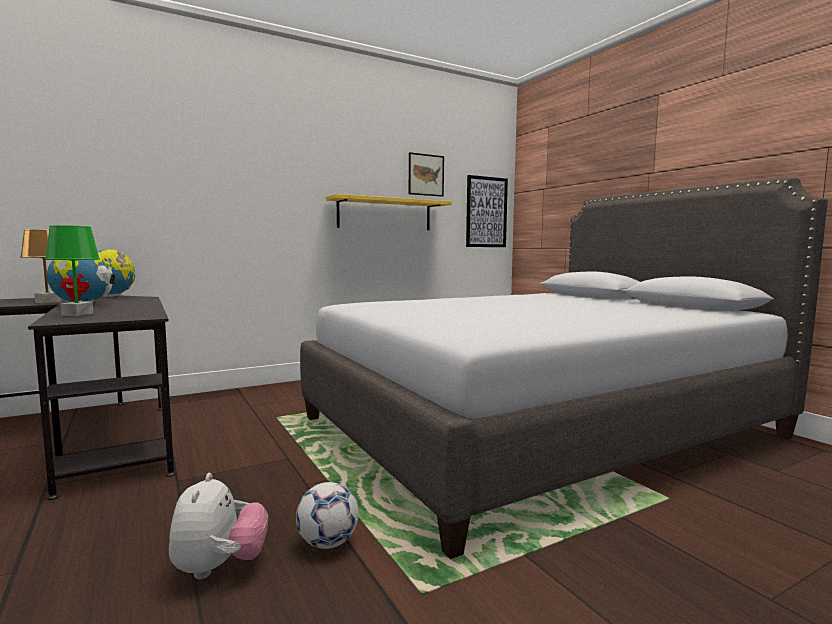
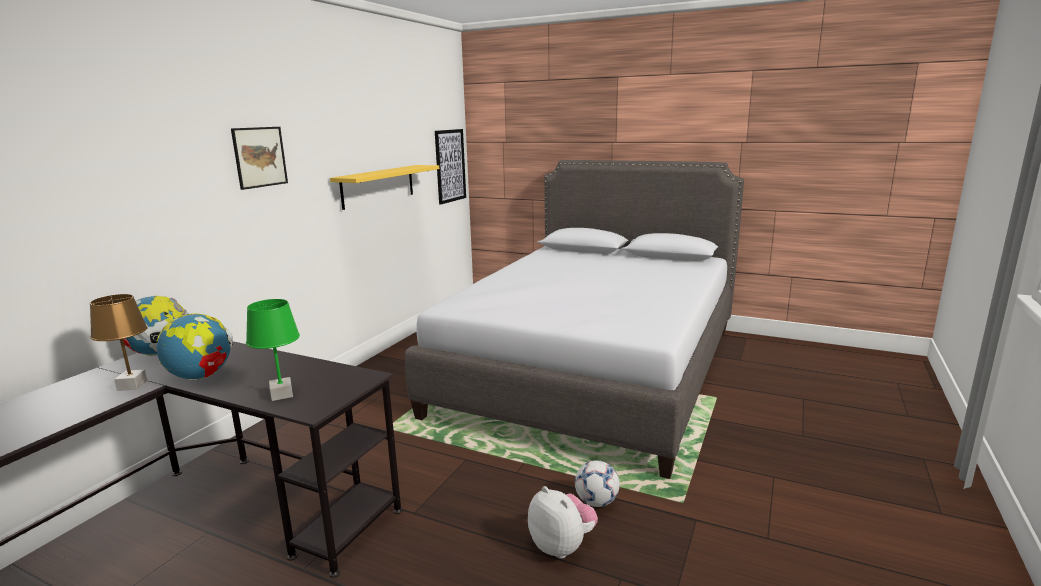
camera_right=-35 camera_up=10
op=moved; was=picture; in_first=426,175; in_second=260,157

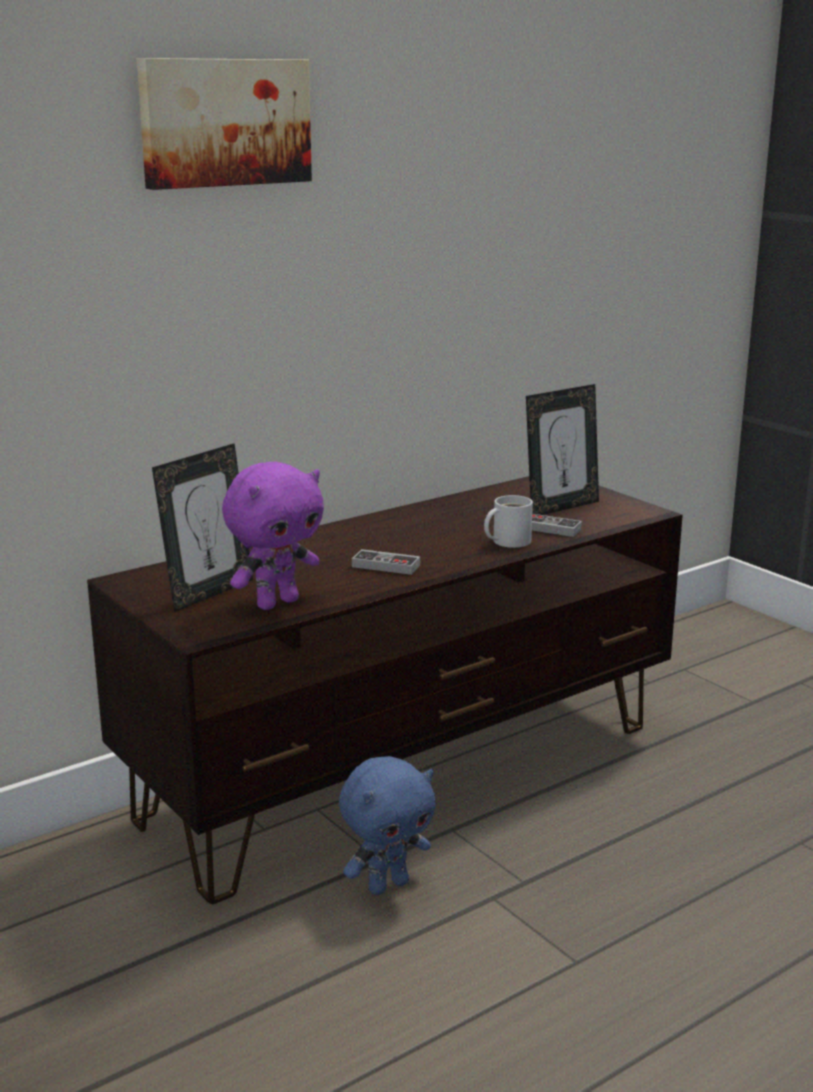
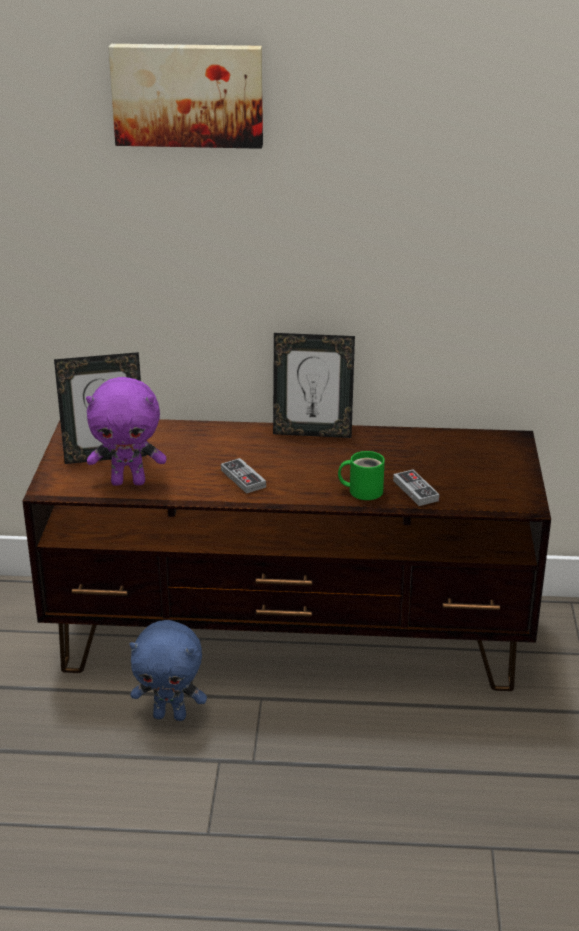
camera_right=40 camera_up=10
op=moved; was=picture frame; in_first=560,507; in_second=312,432
op=recoloured; was=white mug; now=green mug; in_first=507,541; in_second=362,490

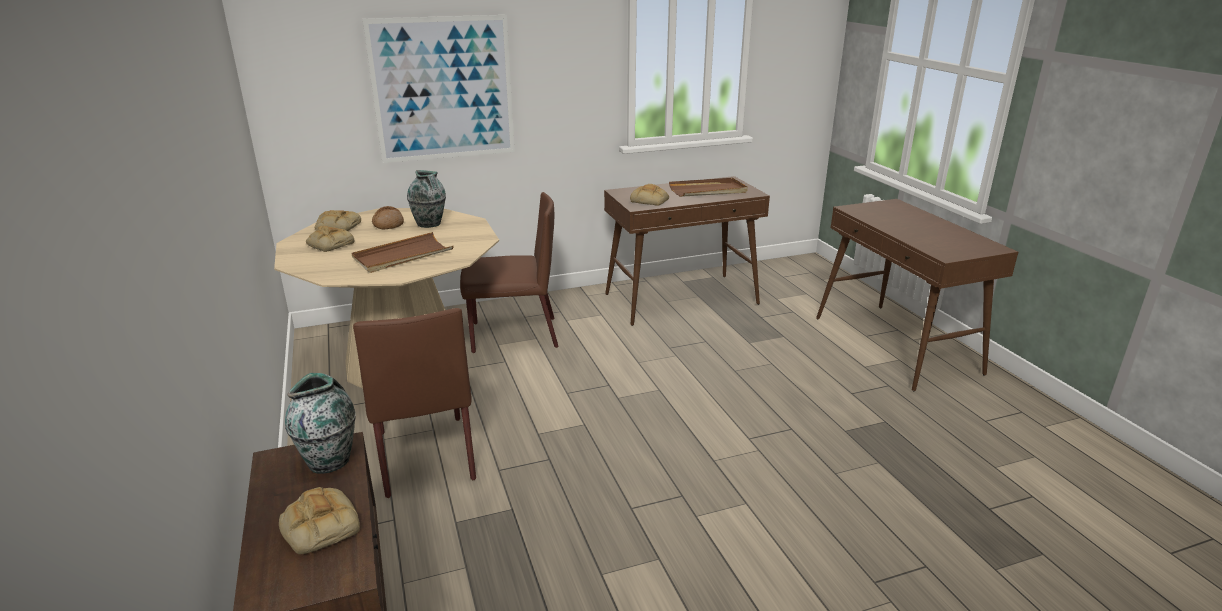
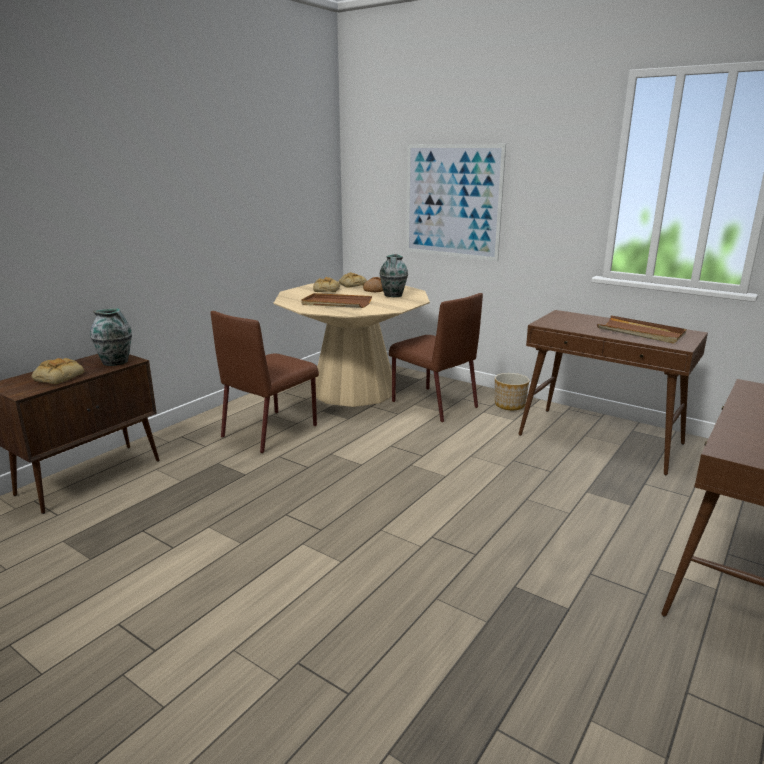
camera_right=55 camera_up=-5
op=removed; was=bread; in_first=650,200
op=added; now=planter; in_second=510,405

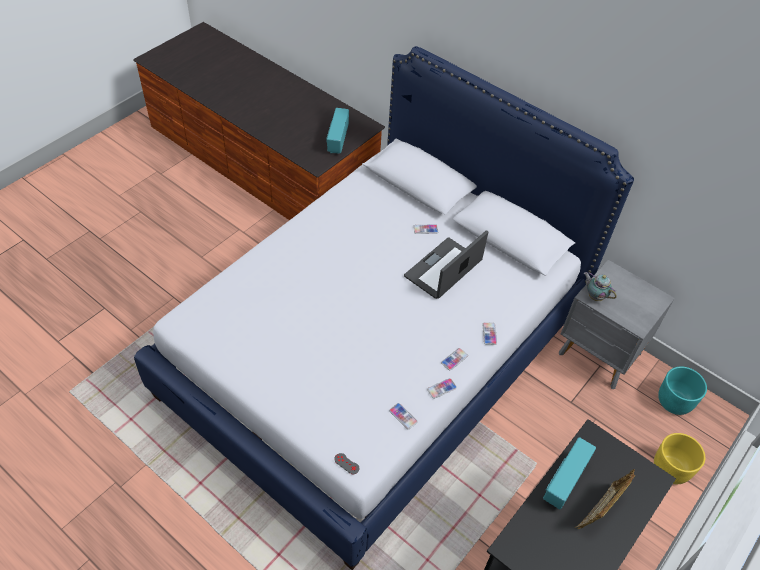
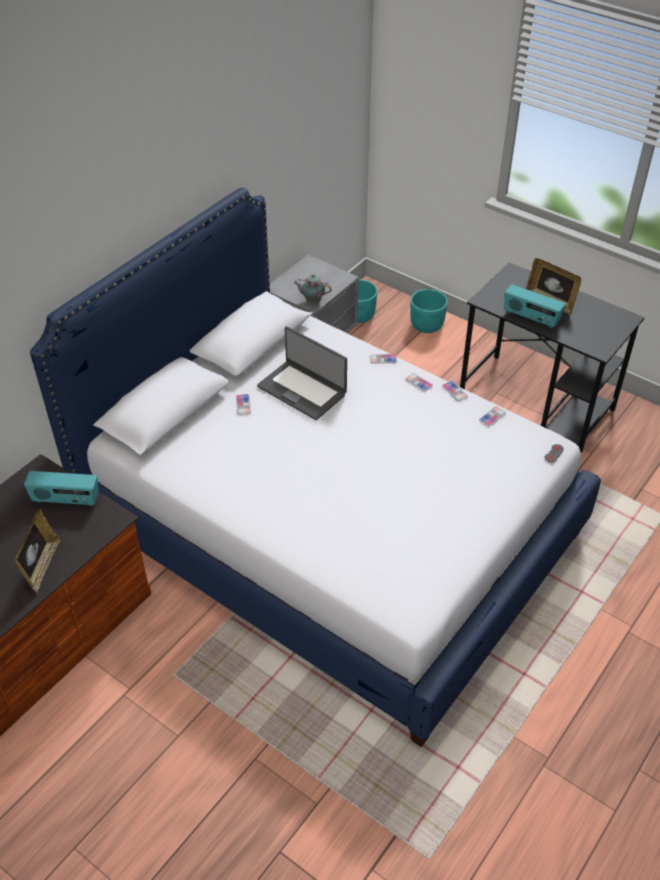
camera_right=-90 camera_up=-5
op=turned; was=teapot; in_first=594,296; in_second=312,300; clockwise=60
op=recoloured; was=yellow planter; now=turquoise planter; in_first=670,469; in_second=427,325
op=added; now=picture frame; in_second=41,566

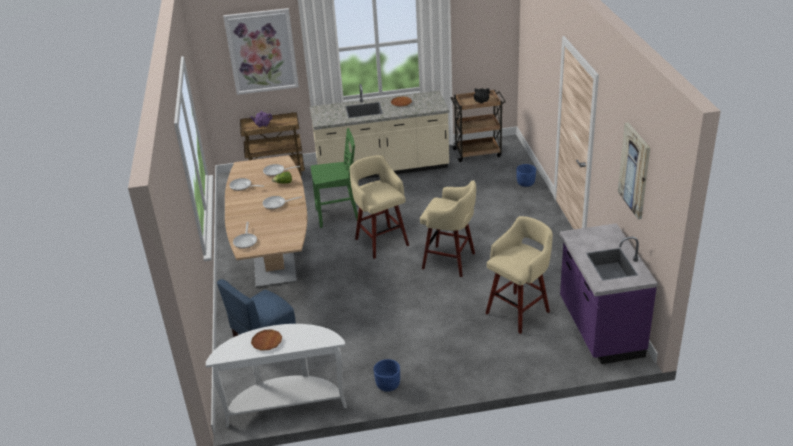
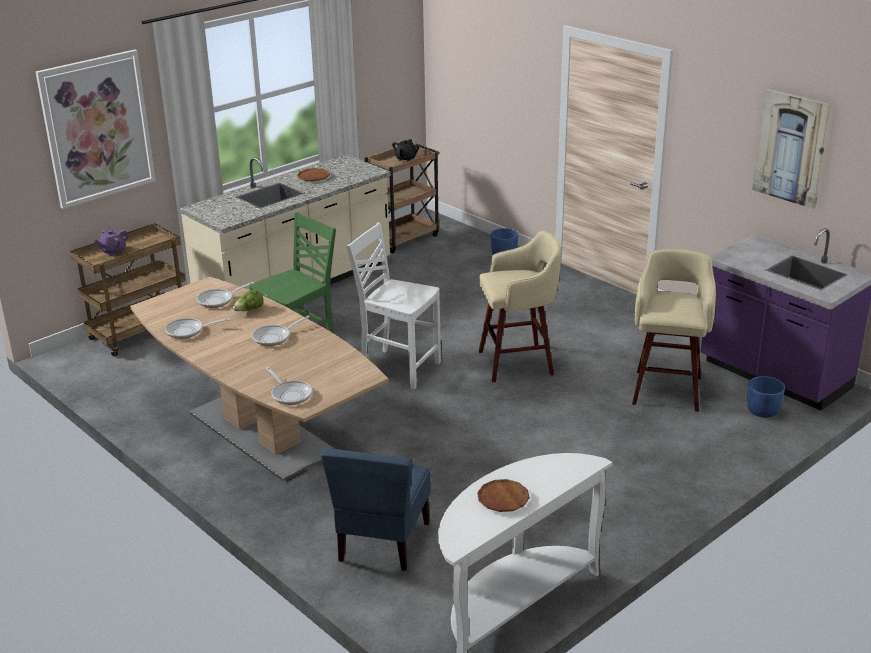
camera_right=-35 camera_up=-5
op=replaced; was=beige stool; now=white chair; in_first=381,241; in_second=398,368
op=moved; was=blue planter; in_first=388,385; in_second=763,411

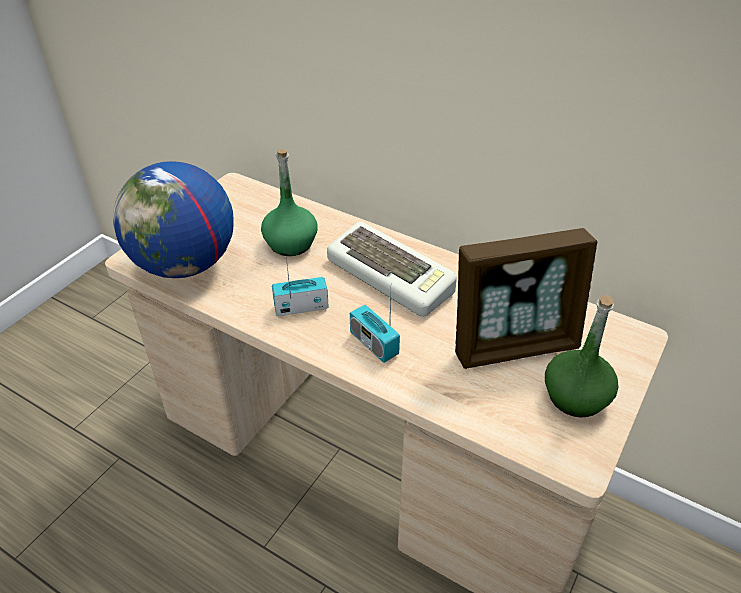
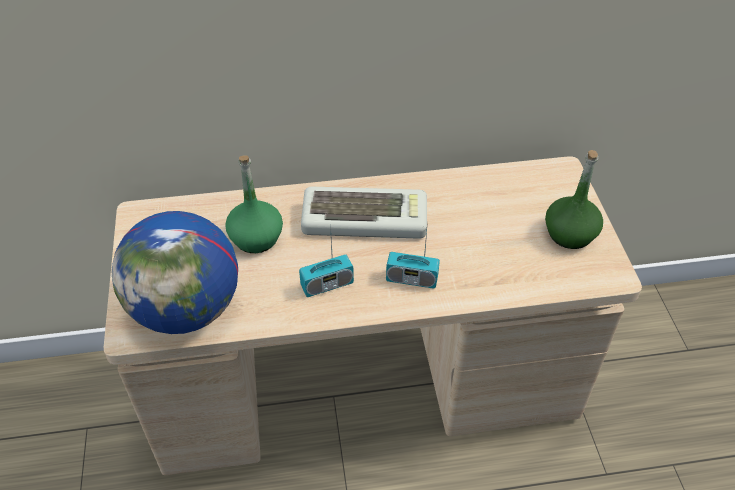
camera_right=-40 camera_up=5
op=removed; was=picture frame; in_first=514,345
op=turned; was=radio; in_first=301,307; in_second=327,285; clockwise=-150

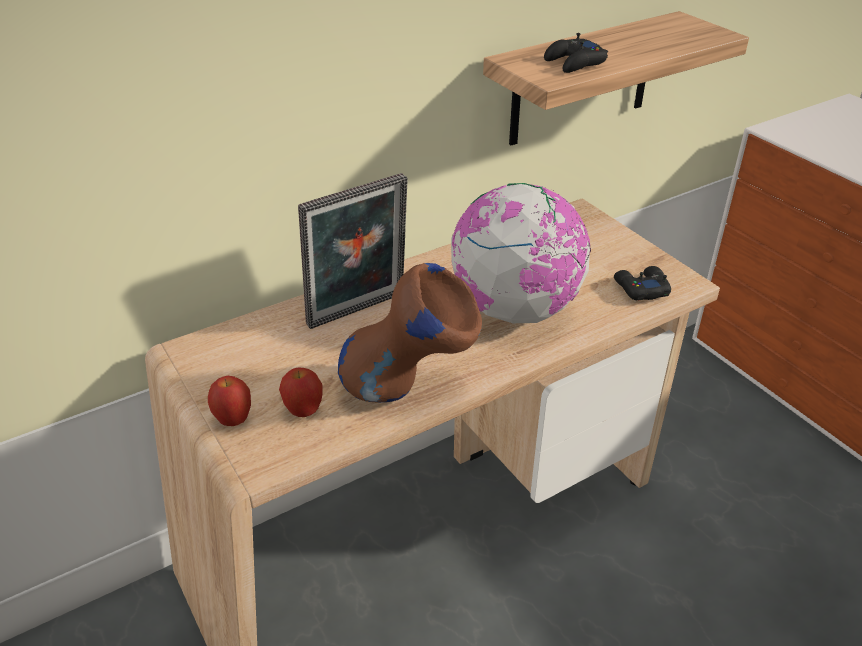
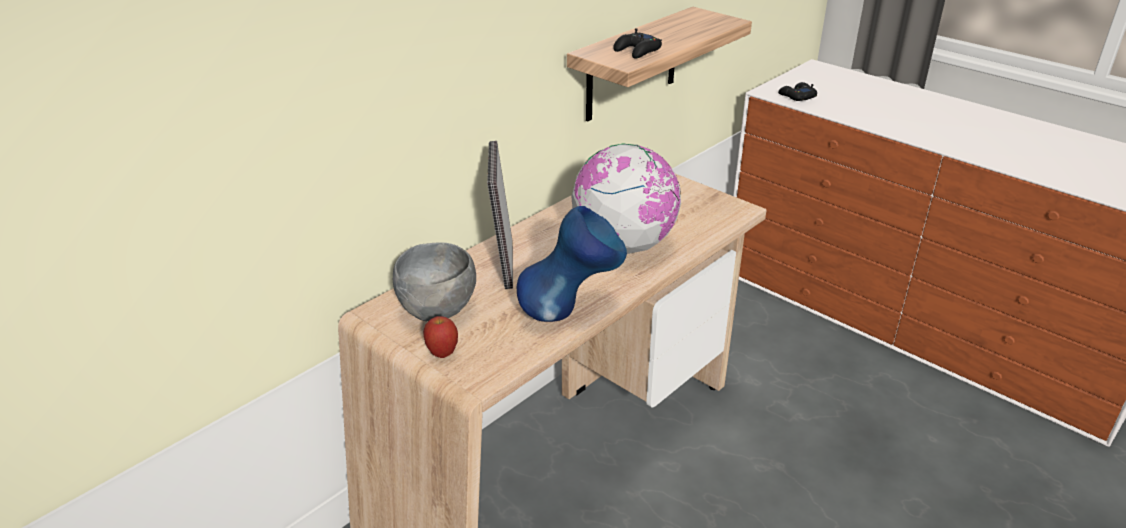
camera_right=-15 camera_up=-5
op=turned; was=picture frame; in_first=359,312; in_second=503,264; clockwise=135
op=recoloured; was=brown vase; now=blue vase; in_first=411,392; in_second=571,313
op=moved; was=black game controller; in_first=640,288; in_second=796,96
op=removed; was=apple; in_first=303,411
op=added; now=grey bowl; in_second=438,310

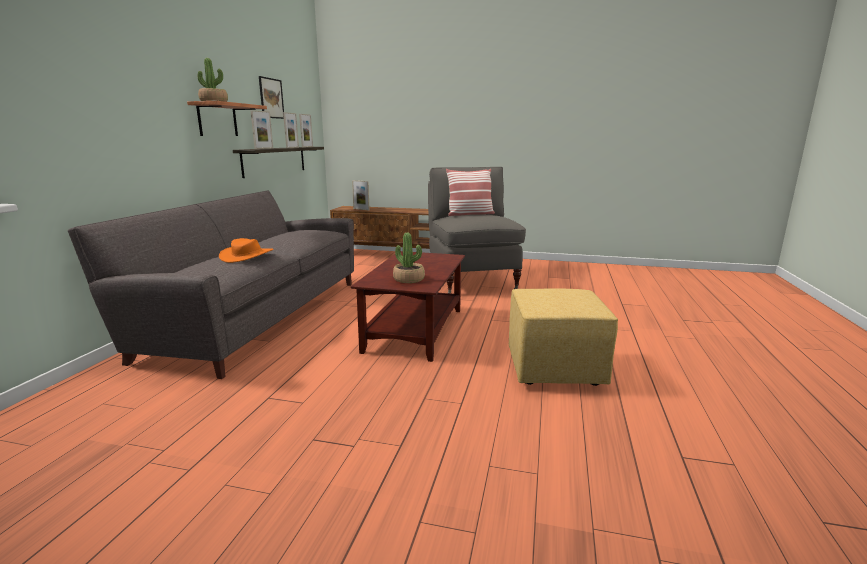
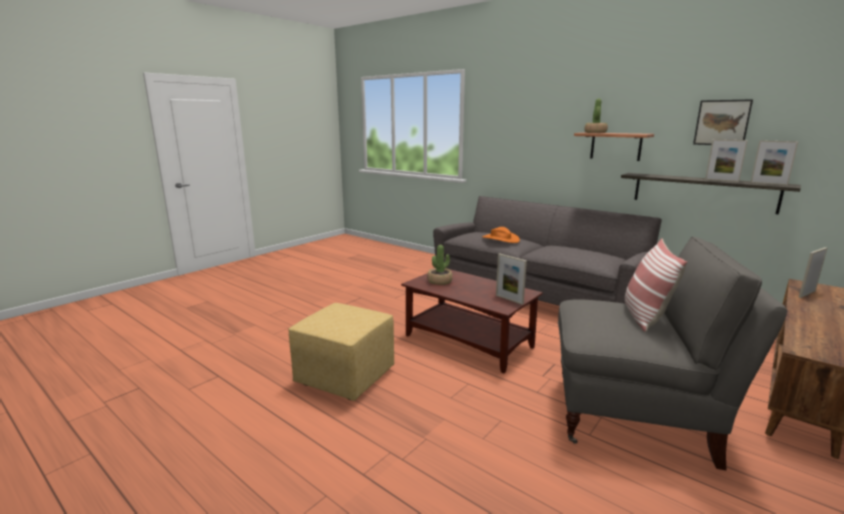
camera_right=115 camera_up=0
op=moved; was=picture frame; in_first=264,148; in_second=509,299

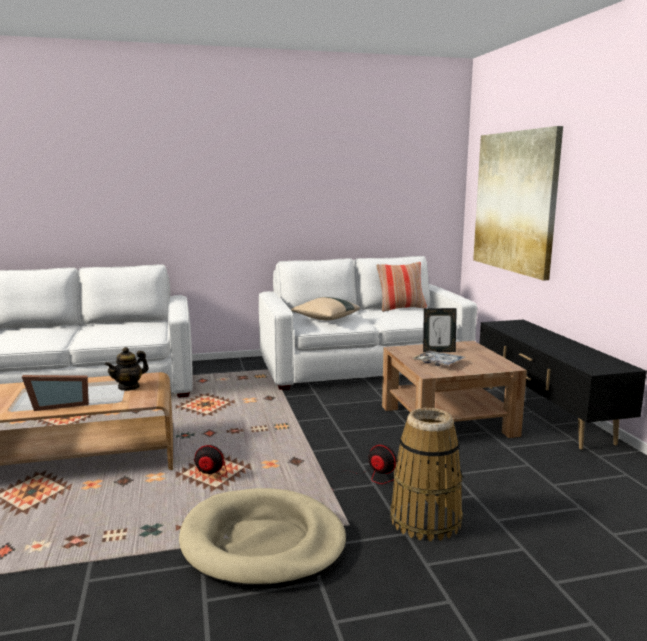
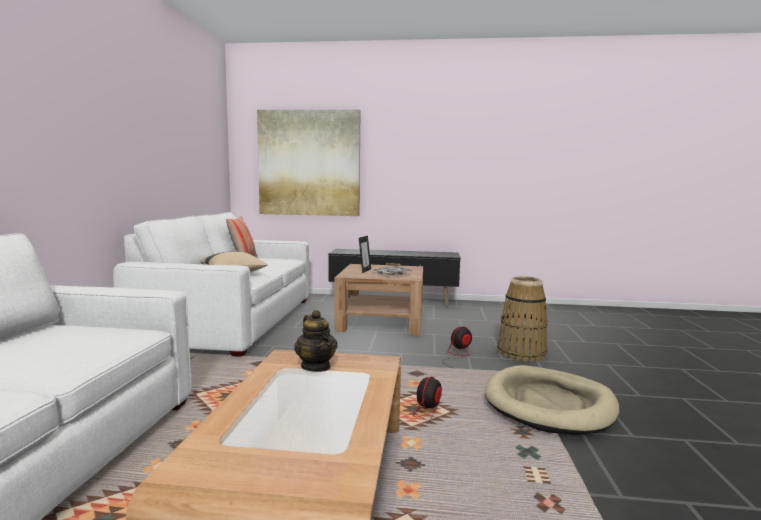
camera_right=-70 camera_up=-5
op=removed; was=picture frame; in_first=59,405

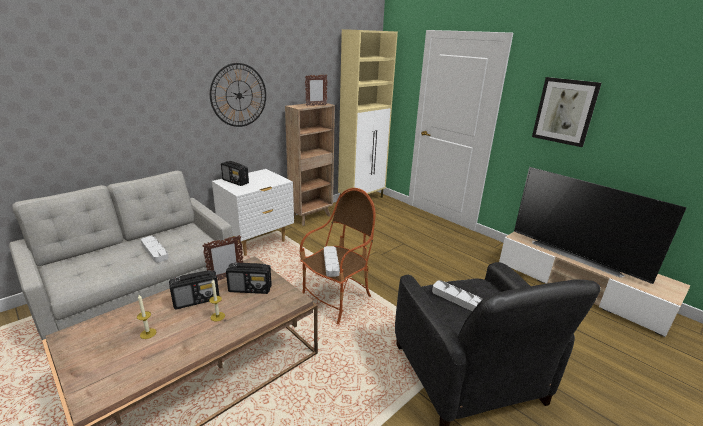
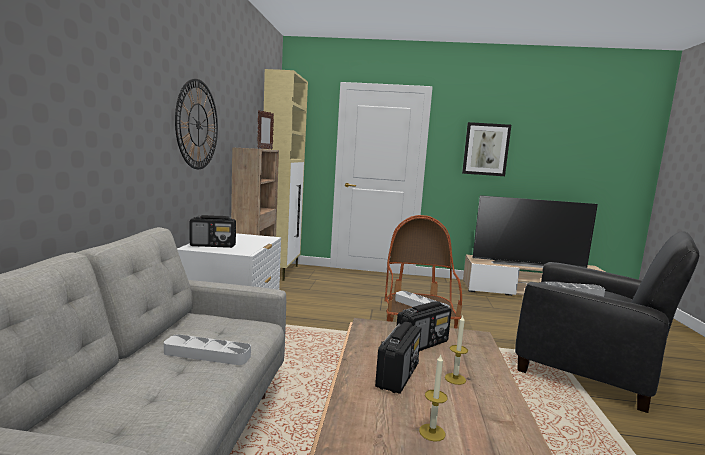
camera_right=-40 camera_up=-15
op=removed; was=picture frame; in_first=226,278

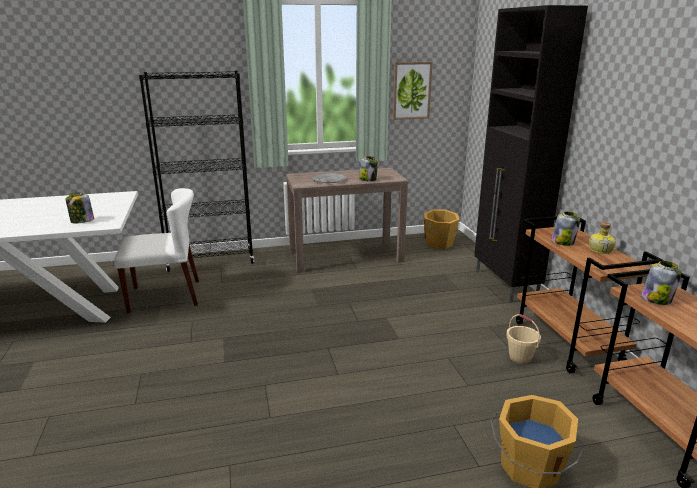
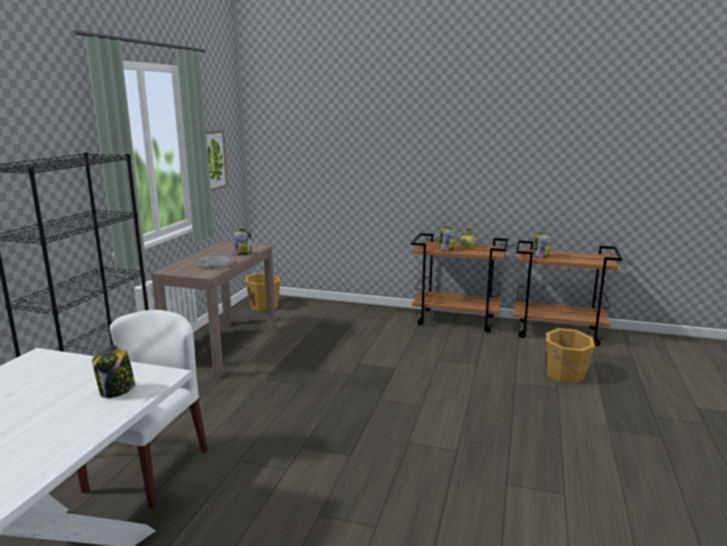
camera_right=-60 camera_up=-5
op=removed; was=black cabinet; in_first=505,285
op=removed; was=beige bucket; in_first=520,357

